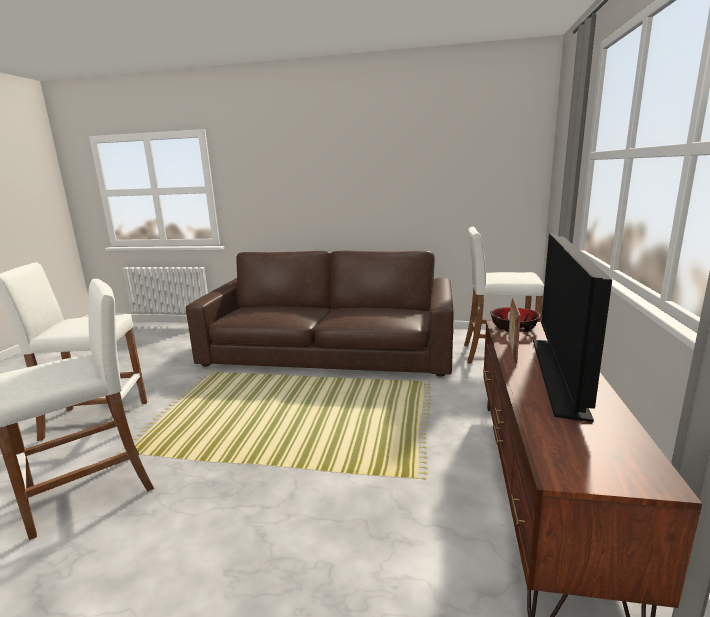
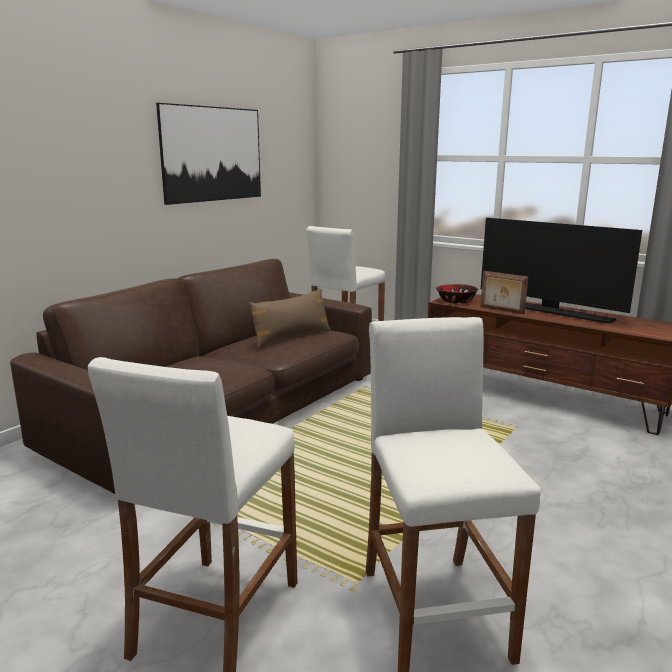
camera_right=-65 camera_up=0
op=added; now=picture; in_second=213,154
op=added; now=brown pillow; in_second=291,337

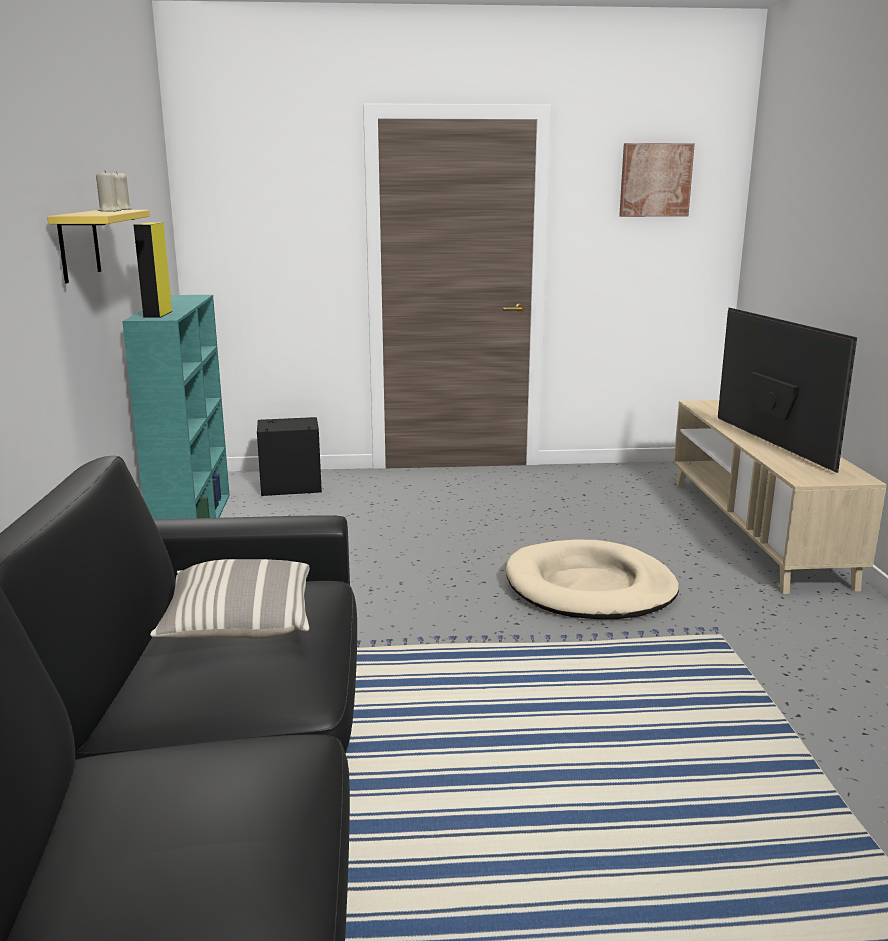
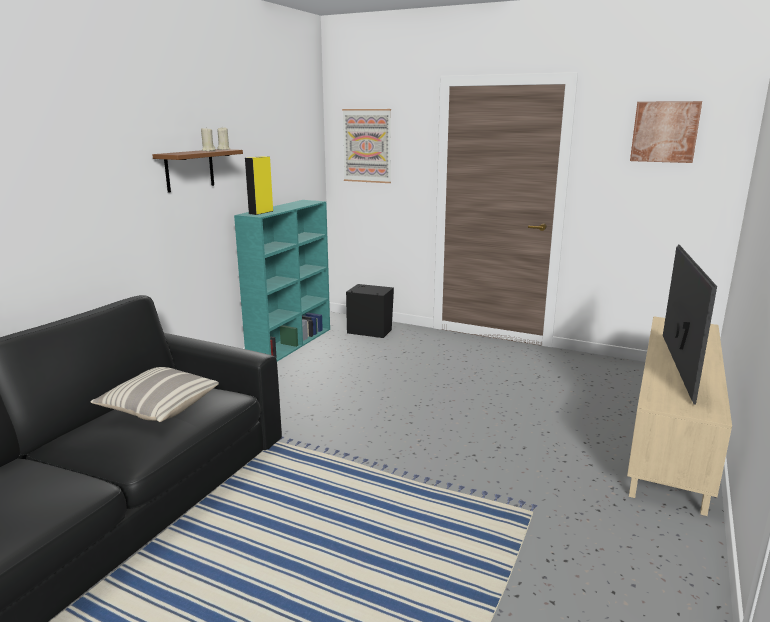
camera_right=30 camera_up=0
op=recoloured; was=yellow shelf; now=brown shelf; in_first=79,245; in_second=189,170
op=removed; was=beige dog bed; in_first=590,588
op=added; now=picture; in_second=367,146

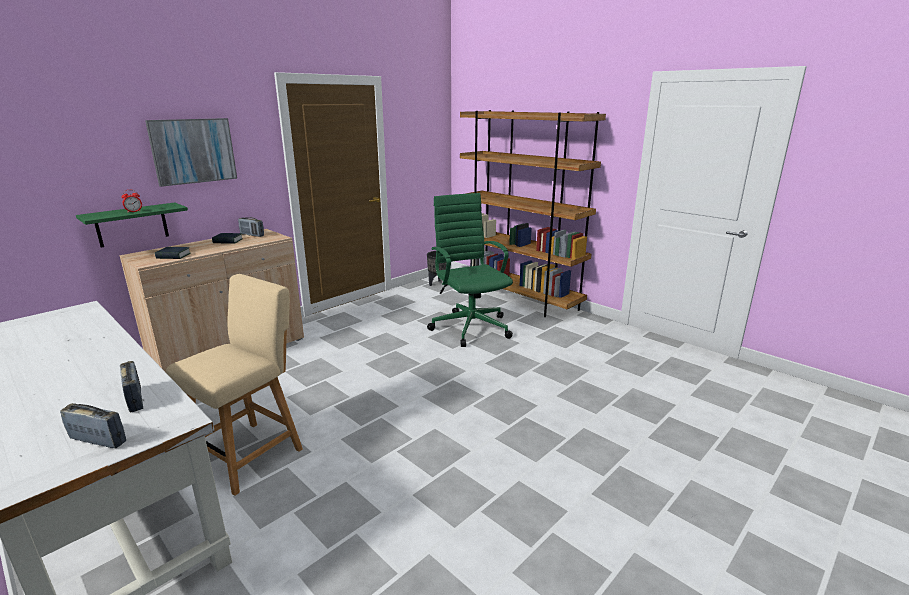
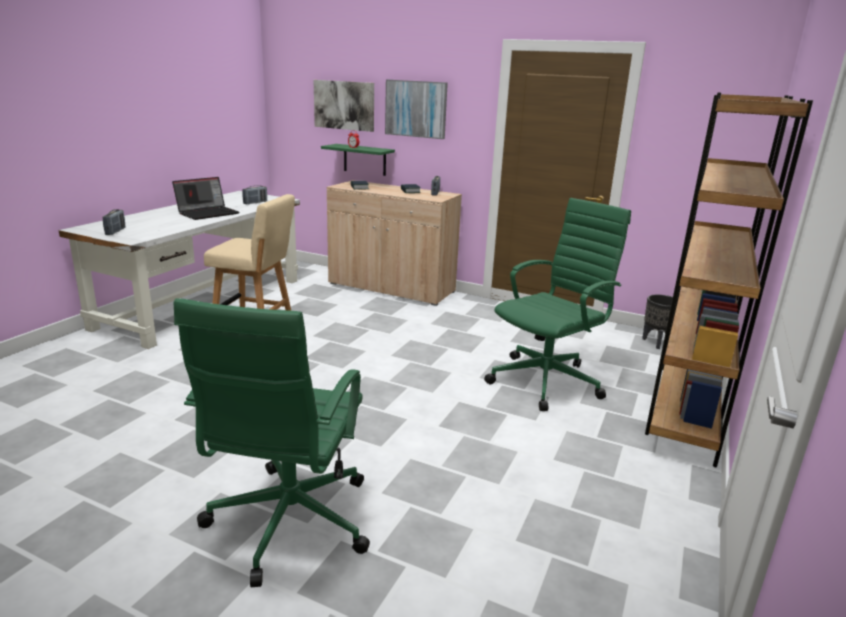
camera_right=70 camera_up=0
op=moved; was=radio; in_first=135,399; in_second=255,203
op=added; now=picture; in_second=344,105
op=added; now=laptop; in_second=208,213
op=added; now=green office chair; in_second=288,524

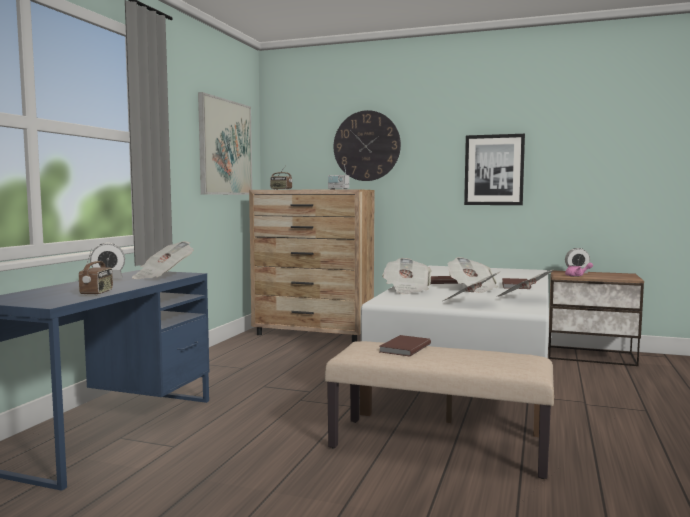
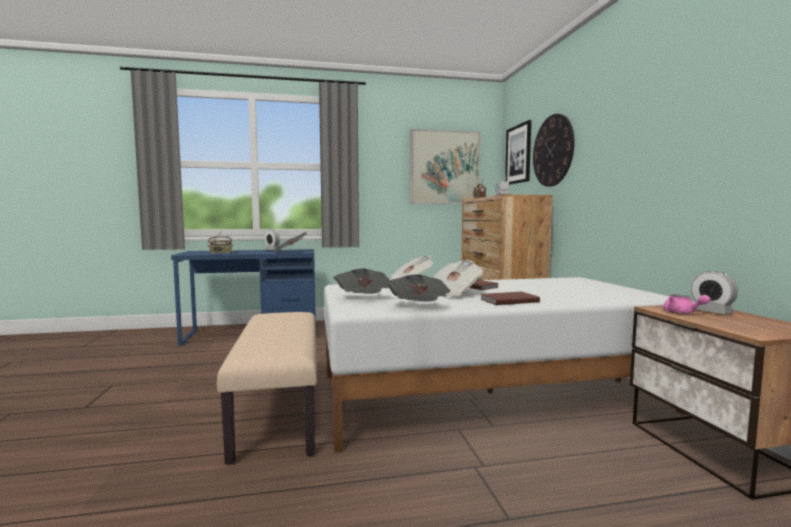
camera_right=60 camera_up=0
op=moved; was=picture; in_first=494,170; in_second=518,154
op=removed; was=brown book; in_first=403,348

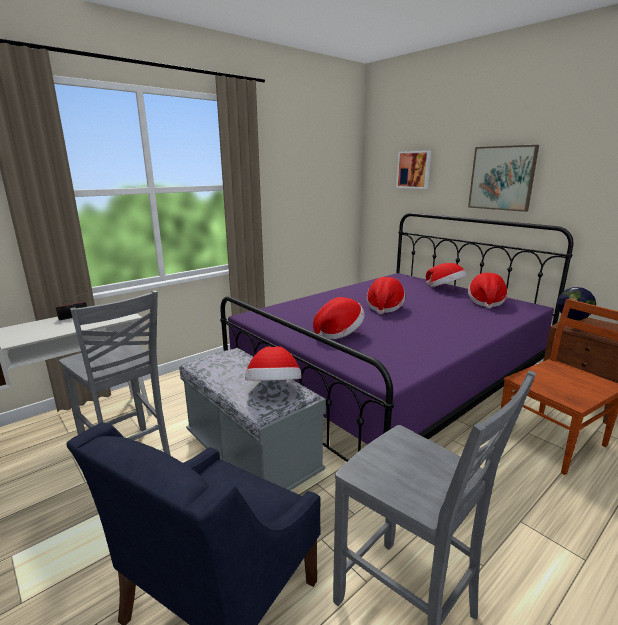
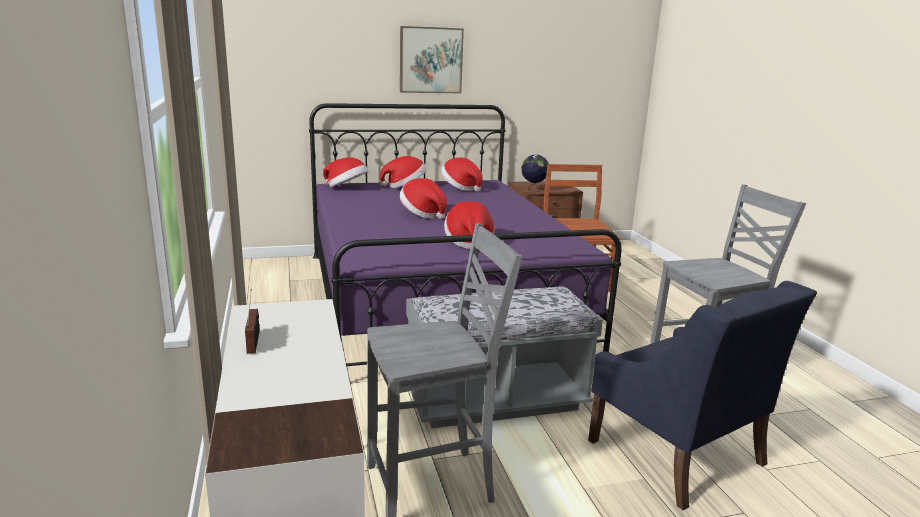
camera_right=-65 camera_up=0
op=removed; was=picture; in_first=414,169
op=moved; was=hat; in_first=274,389; in_second=346,188

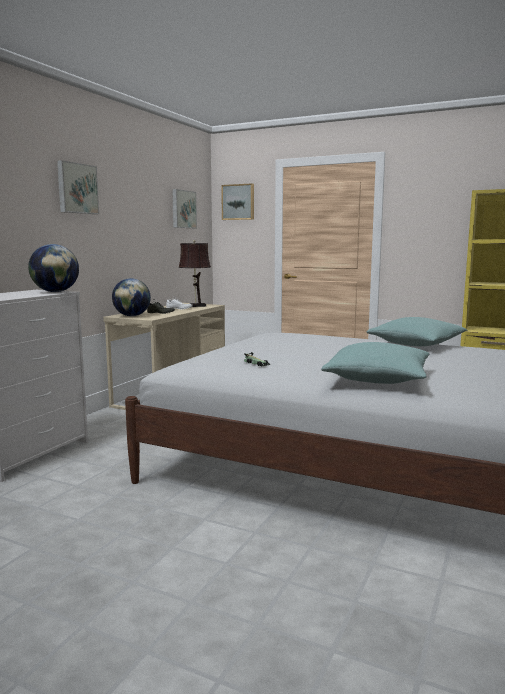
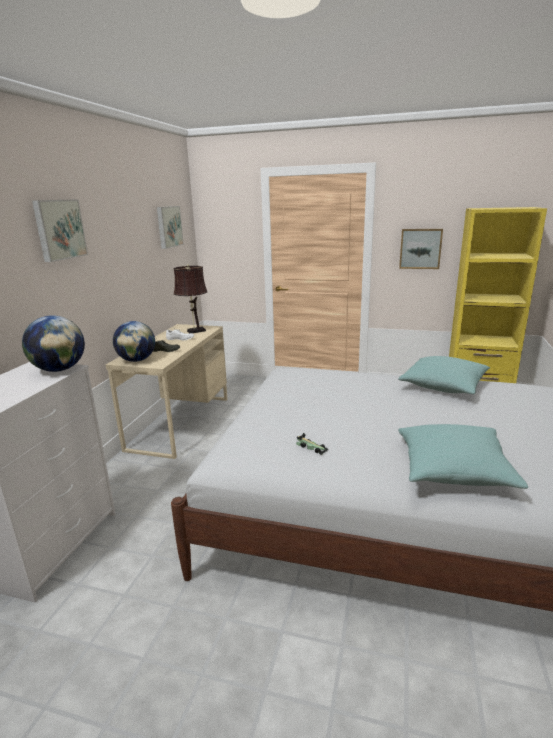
camera_right=-10 camera_up=10
op=moved; was=picture; in_first=238,202; in_second=420,248

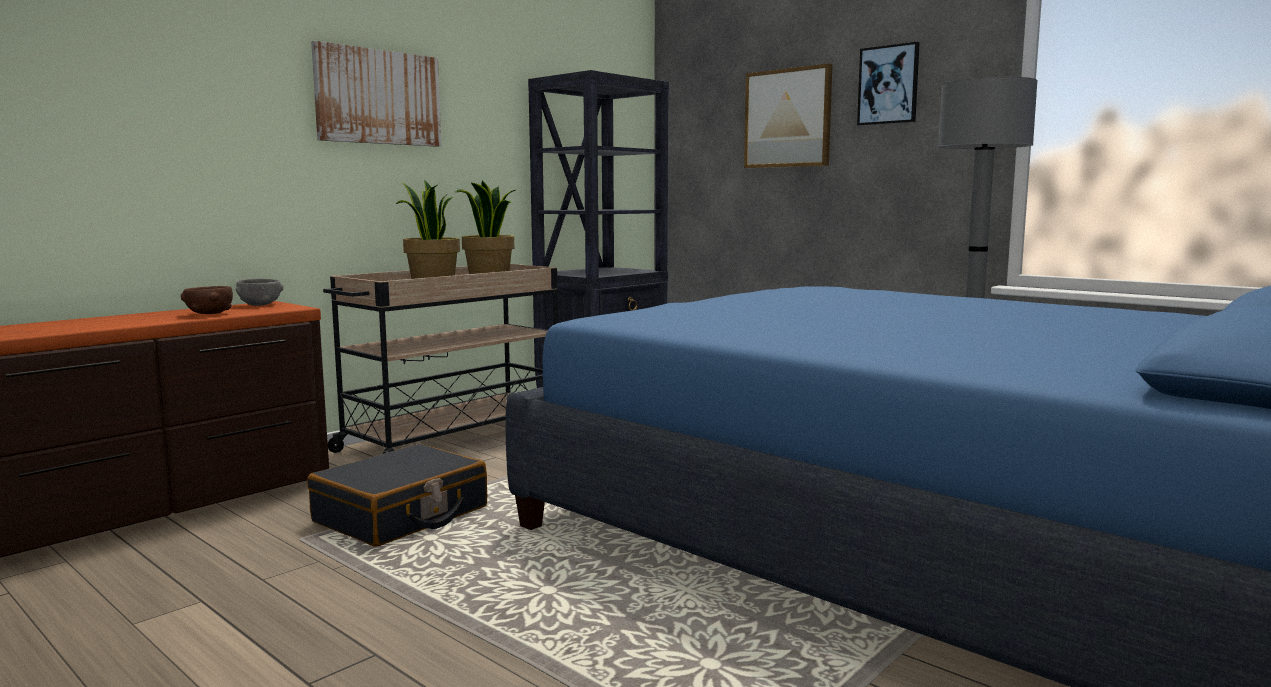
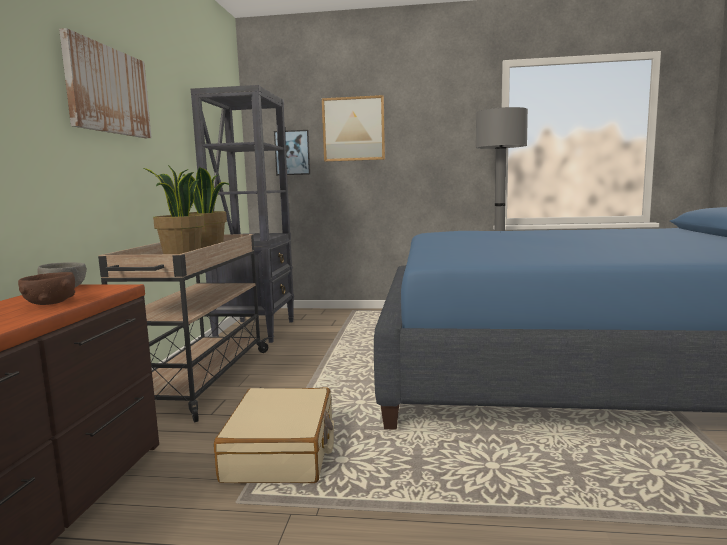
camera_right=-35 camera_up=0
op=moved; was=picture; in_first=888,85; in_second=292,153
op=recoloured; was=black suitcase; now=beige suitcase; in_first=402,515; in_second=281,451

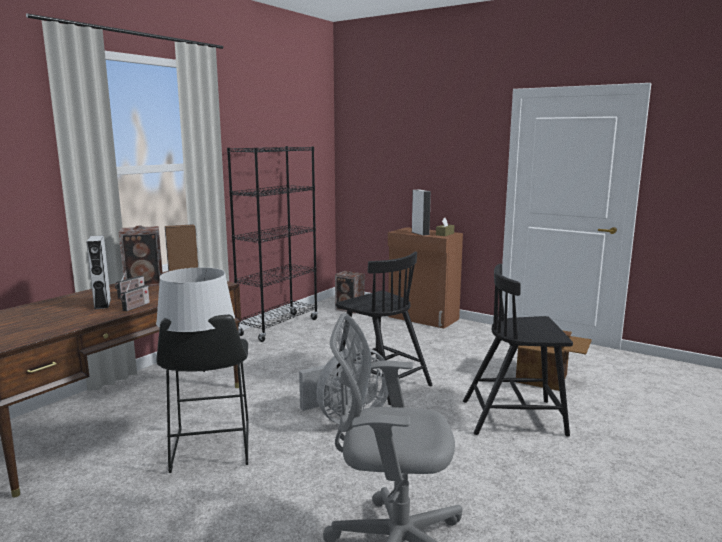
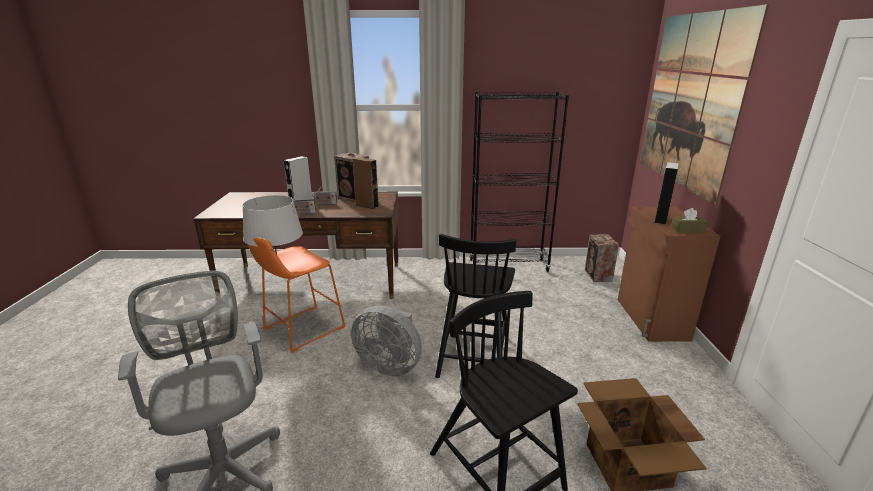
camera_right=55 camera_up=10
op=recoloured; was=black stool; now=orange stool; in_first=210,450; in_second=300,330
op=added; now=picture; in_second=691,102

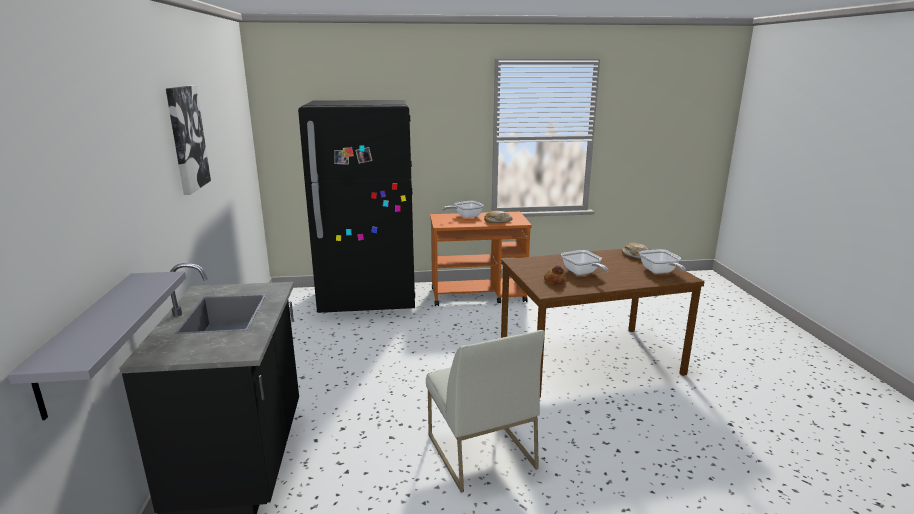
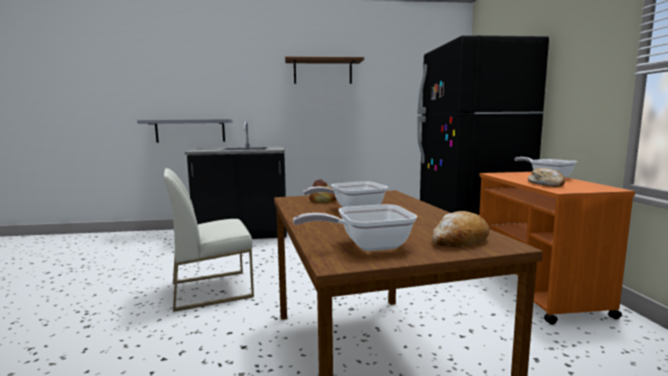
camera_right=90 camera_up=-10
op=replaced; was=picture; now=brown shelf; in_first=186,138; in_second=322,72

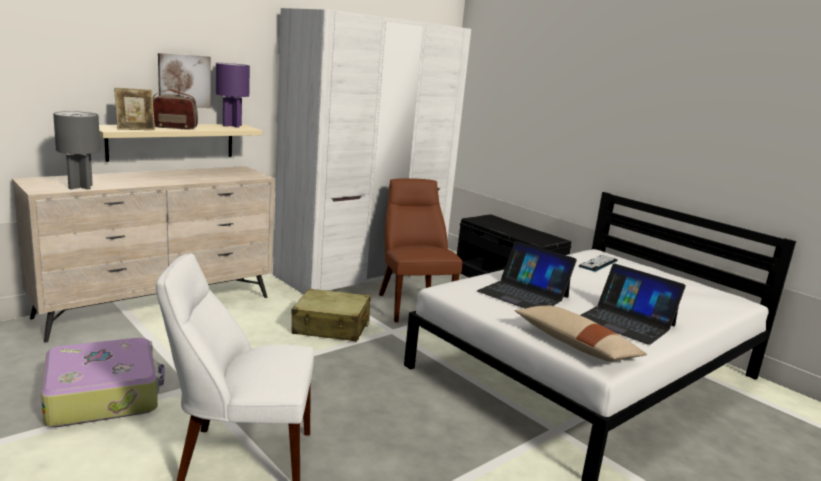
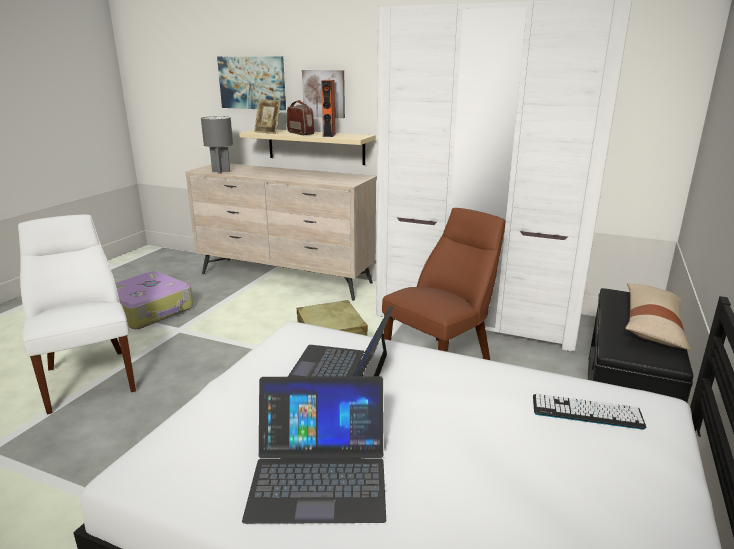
camera_right=65 camera_up=5
op=removed; was=purple table lamp; in_first=232,126
op=turned; was=laptop; in_first=626,322; in_second=319,474; clockwise=-105
op=moved; was=beige pillow; in_first=575,345; in_second=652,326
op=added; now=picture; in_second=252,83
op=added; now=orange speaker; in_second=329,135

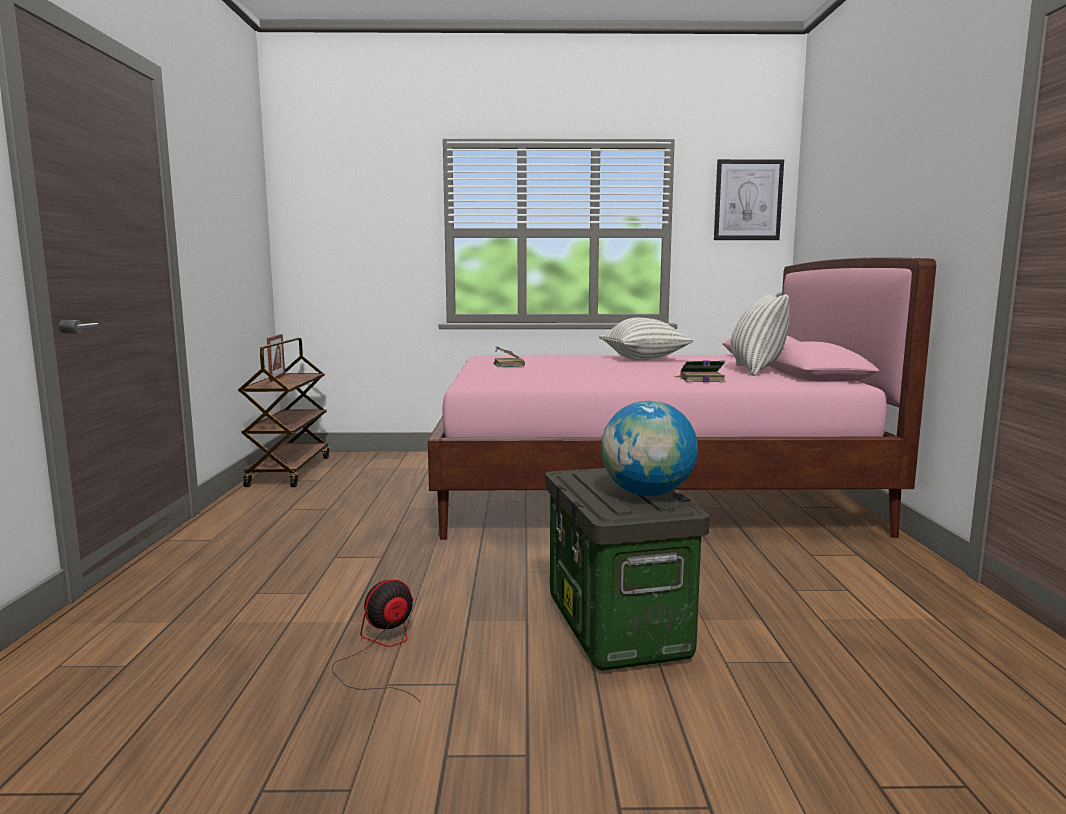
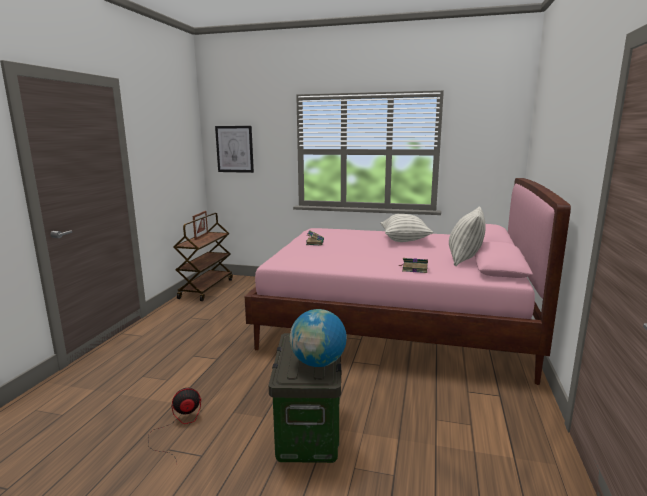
camera_right=15 camera_up=5
op=moved; was=picture; in_first=748,200; in_second=234,149

